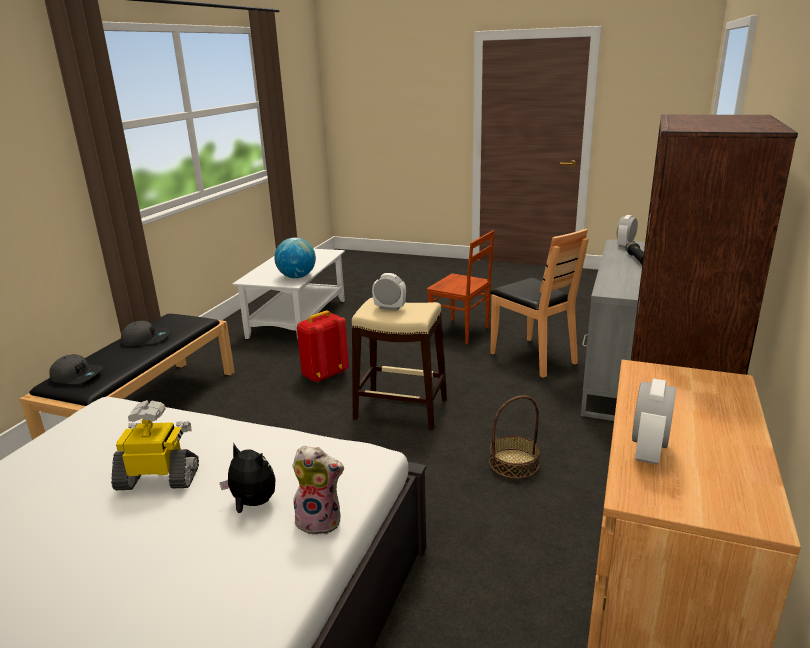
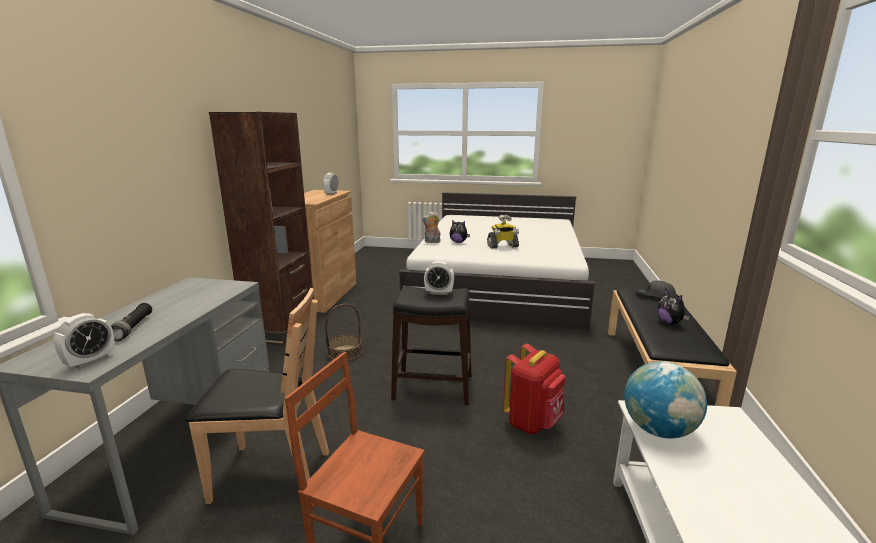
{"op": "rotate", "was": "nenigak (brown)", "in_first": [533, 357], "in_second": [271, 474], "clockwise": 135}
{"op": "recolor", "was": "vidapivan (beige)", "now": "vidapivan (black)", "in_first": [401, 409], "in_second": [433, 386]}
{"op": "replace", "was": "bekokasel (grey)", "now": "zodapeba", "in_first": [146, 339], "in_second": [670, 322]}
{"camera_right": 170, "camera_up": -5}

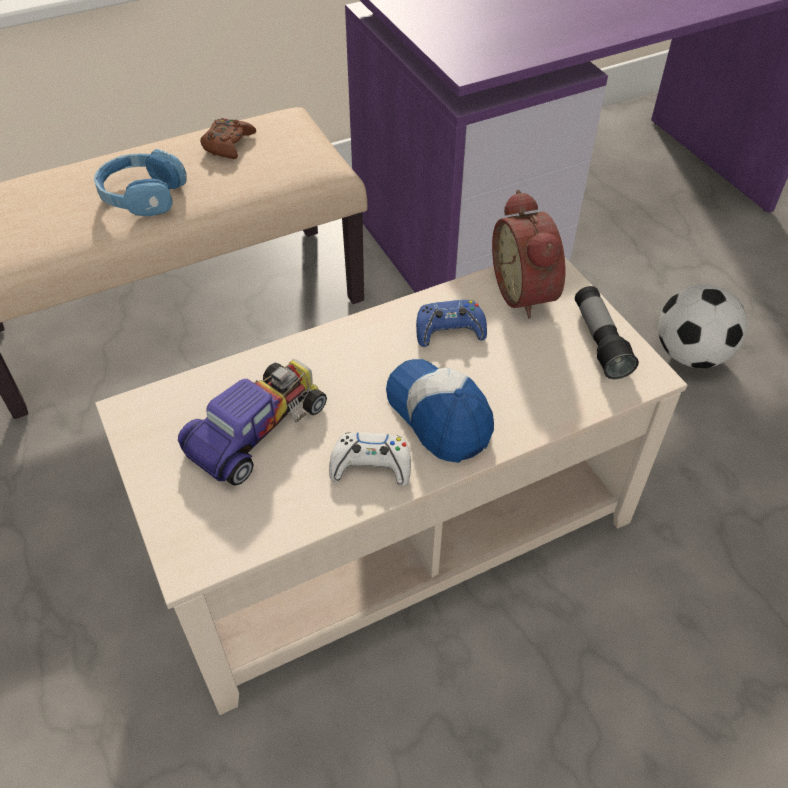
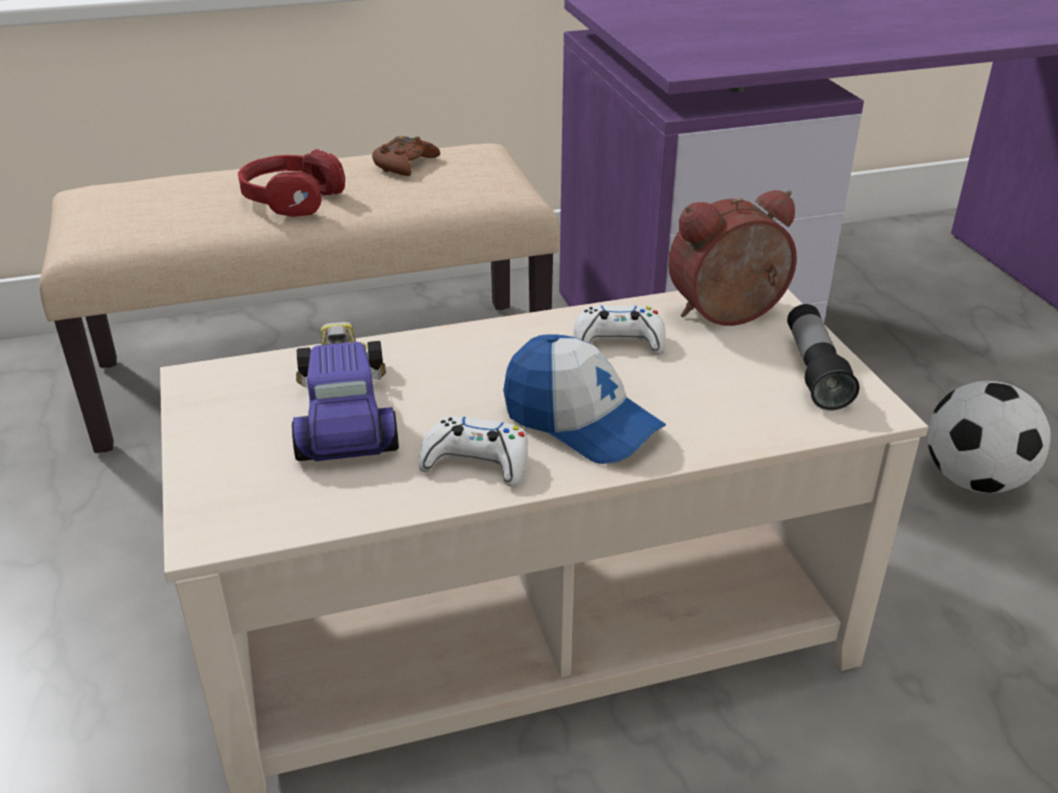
{"op": "recolor", "was": "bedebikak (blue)", "now": "bedebikak (red)", "in_first": [142, 195], "in_second": [291, 199]}
{"op": "rotate", "was": "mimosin", "in_first": [257, 428], "in_second": [344, 411], "clockwise": -60}
{"op": "rotate", "was": "bekokasel", "in_first": [439, 415], "in_second": [581, 422], "clockwise": 150}
{"op": "recolor", "was": "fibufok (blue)", "now": "fibufok (white)", "in_first": [449, 330], "in_second": [618, 342]}
{"op": "rotate", "was": "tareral", "in_first": [527, 292], "in_second": [729, 316], "clockwise": 75}
{"camera_right": 10, "camera_up": -15}

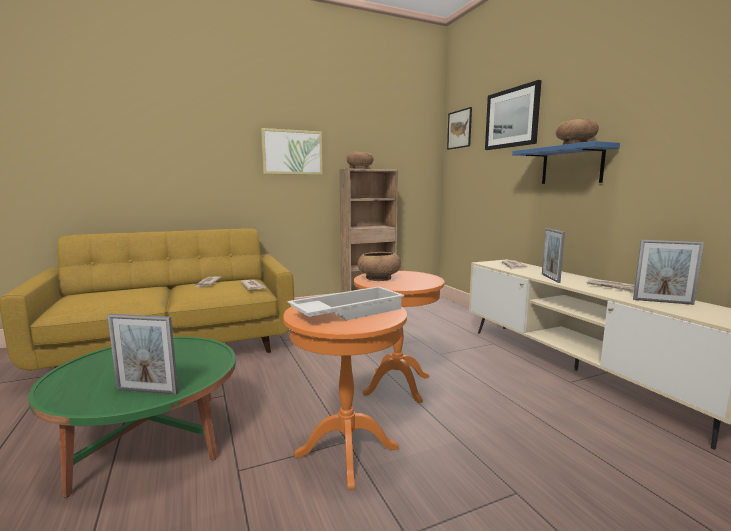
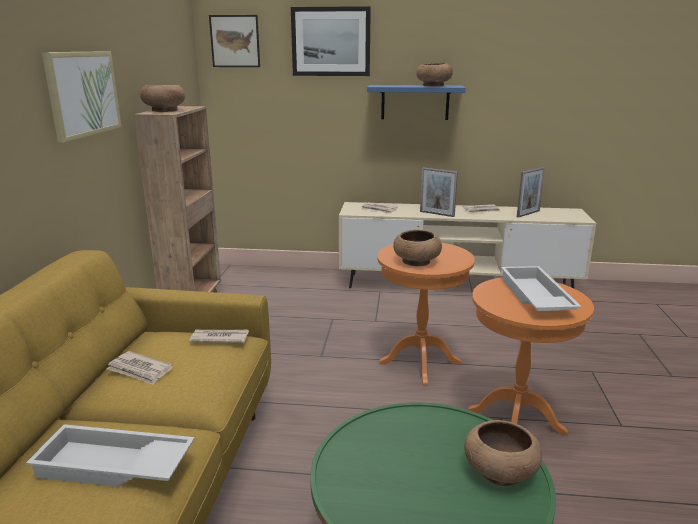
{"op": "insert", "now": "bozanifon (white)", "in_second": [113, 467]}
{"op": "replace", "was": "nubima", "now": "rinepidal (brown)", "in_first": [147, 391], "in_second": [499, 471]}
{"camera_right": -60, "camera_up": 10}

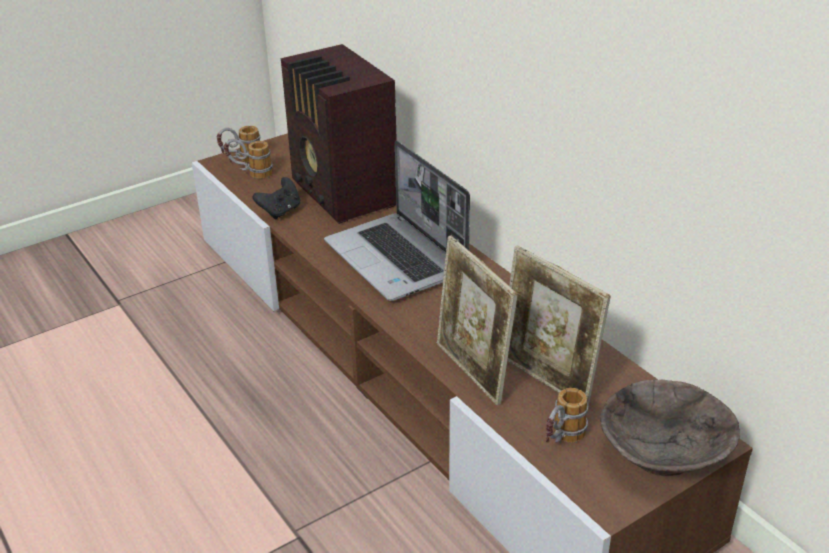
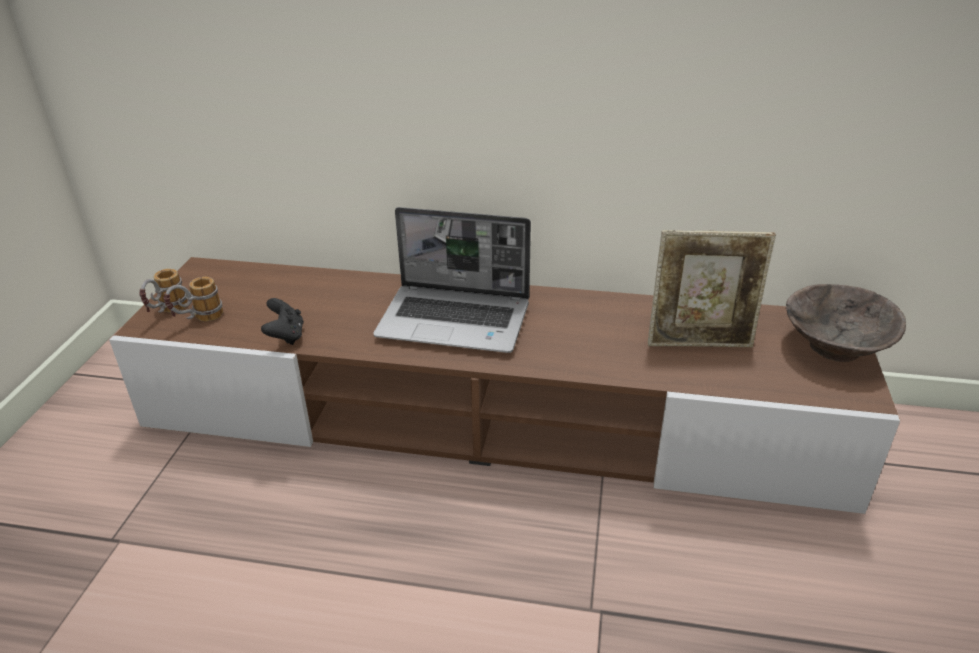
{"op": "delete", "was": "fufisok", "in_first": [343, 194]}
{"op": "delete", "was": "nubima", "in_first": [472, 372]}
{"op": "delete", "was": "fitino", "in_first": [561, 440]}
{"camera_right": -45, "camera_up": 0}

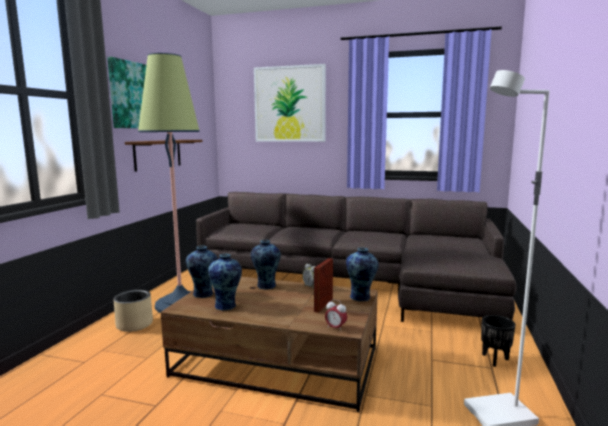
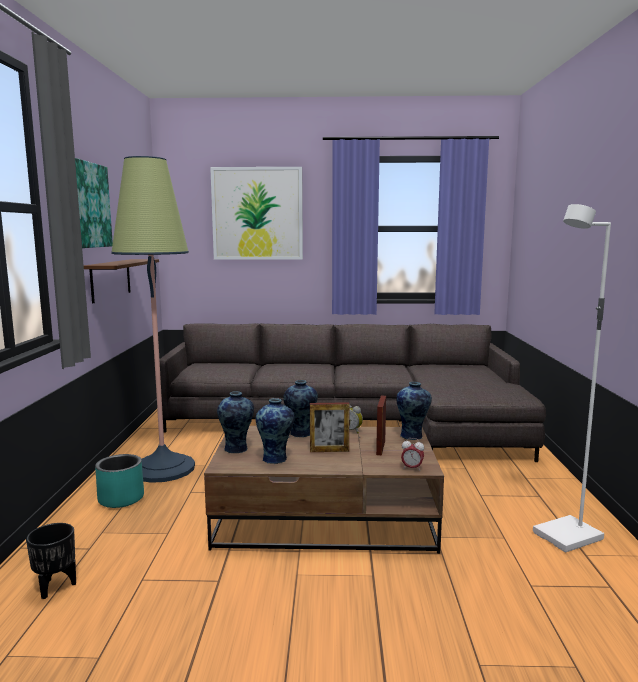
{"op": "move", "was": "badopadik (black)", "in_first": [495, 360], "in_second": [56, 587]}
{"op": "recolor", "was": "badopadik (beige)", "now": "badopadik (turquoise)", "in_first": [134, 324], "in_second": [121, 498]}
{"op": "insert", "now": "nubima", "in_second": [329, 450]}
{"camera_right": -15, "camera_up": 0}

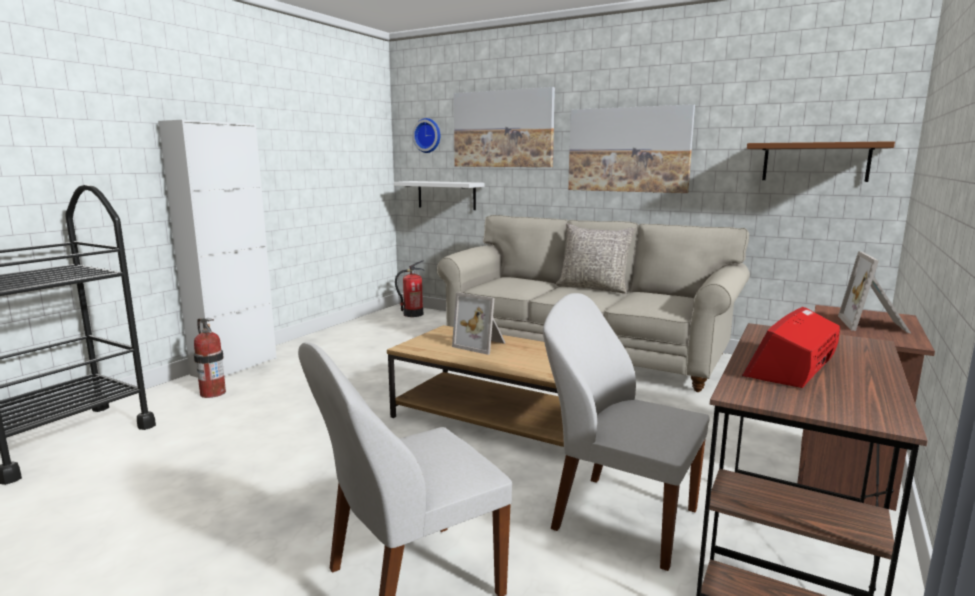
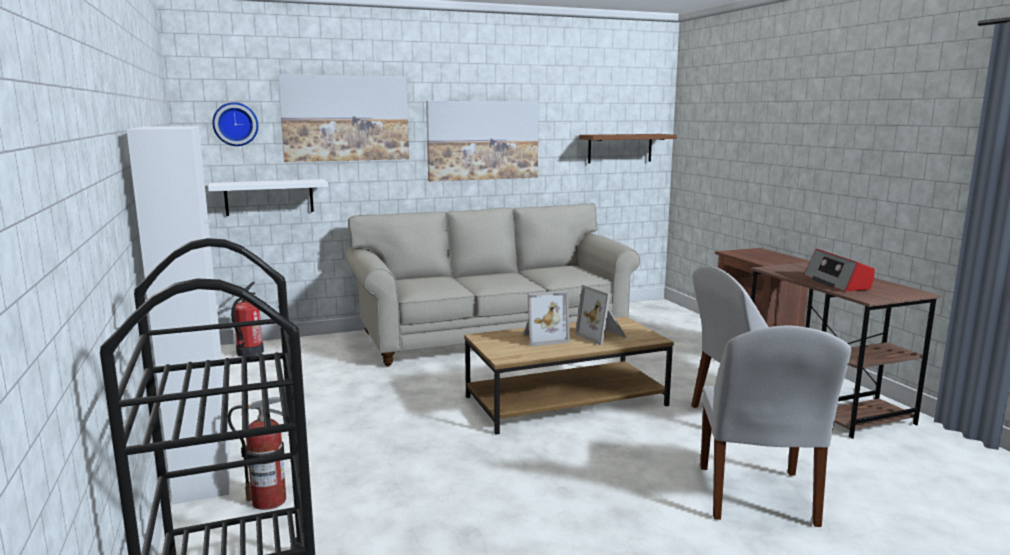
{"op": "move", "was": "nubima", "in_first": [874, 325], "in_second": [603, 336]}
{"op": "delete", "was": "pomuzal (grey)", "in_first": [593, 288]}
{"camera_right": -50, "camera_up": 0}

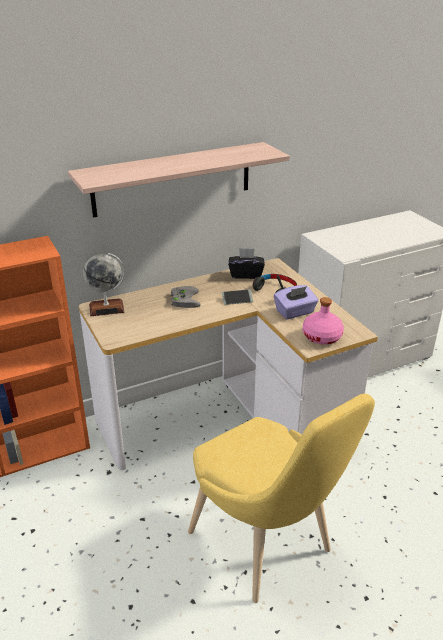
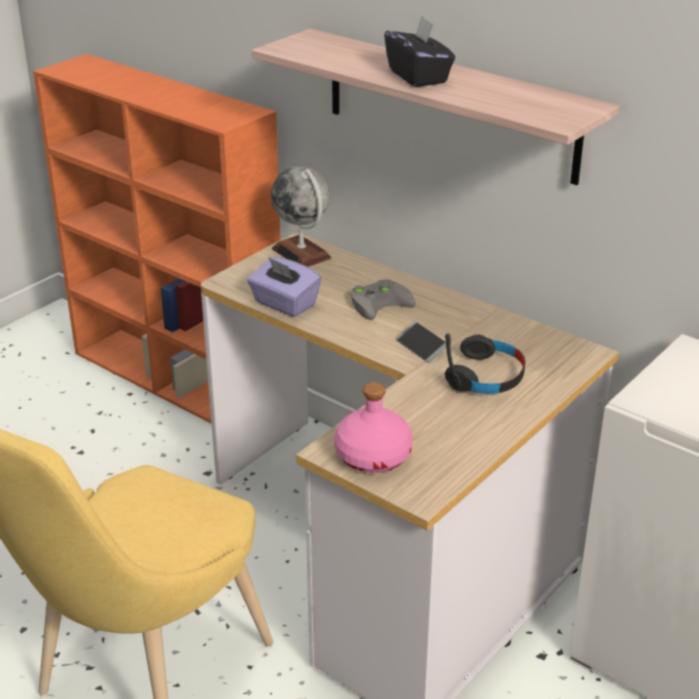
{"op": "move", "was": "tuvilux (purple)", "in_first": [295, 312], "in_second": [284, 304]}
{"op": "move", "was": "tuvilux (black)", "in_first": [246, 274], "in_second": [418, 76]}
{"camera_right": 65, "camera_up": 0}

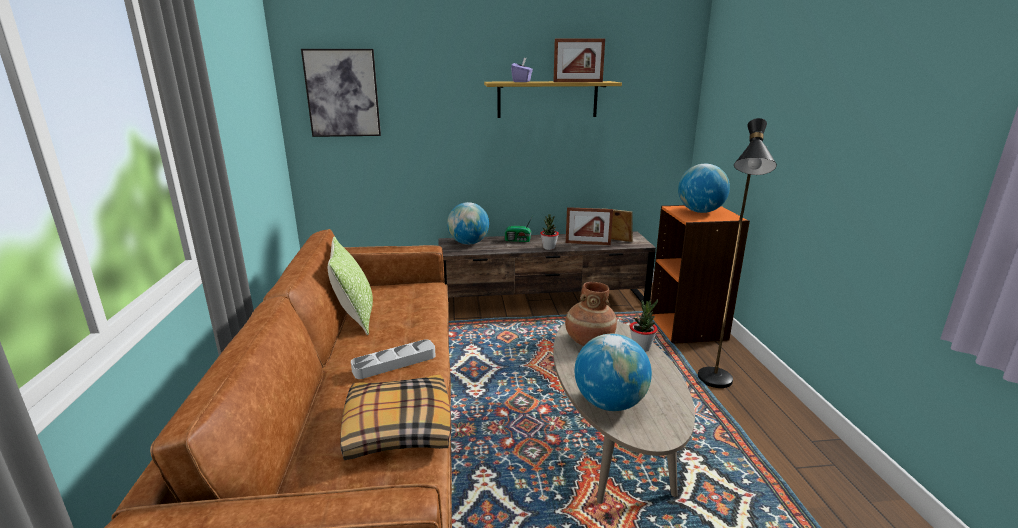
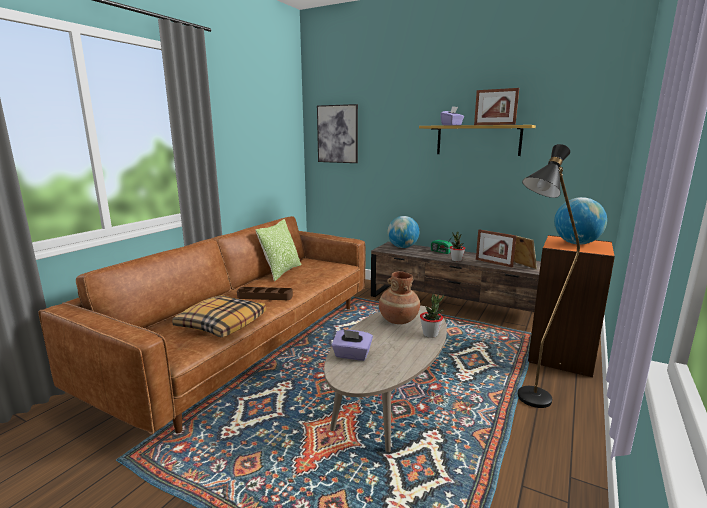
{"op": "recolor", "was": "bozanifon (grey)", "now": "bozanifon (brown)", "in_first": [394, 363], "in_second": [265, 296]}
{"op": "replace", "was": "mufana", "now": "tuvilux (purple)", "in_first": [609, 403], "in_second": [352, 355]}
{"camera_right": 35, "camera_up": -5}

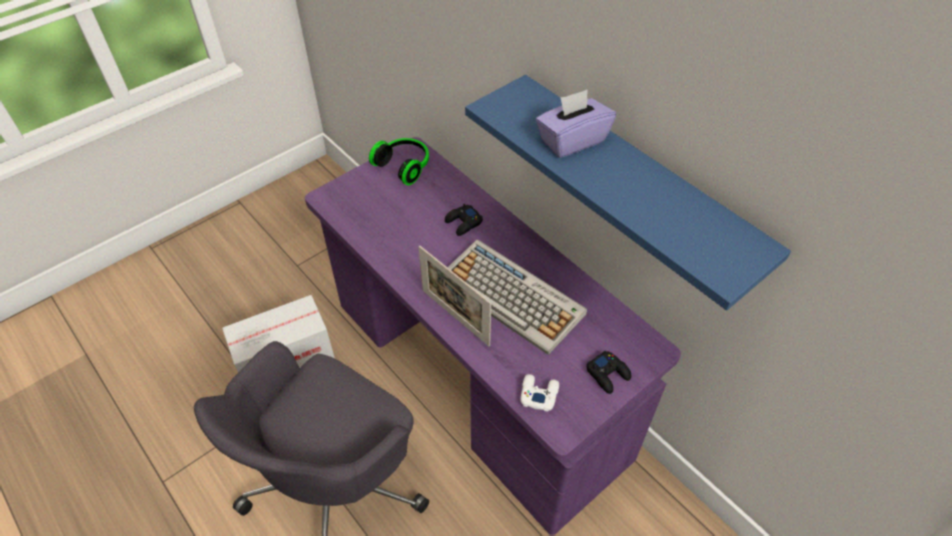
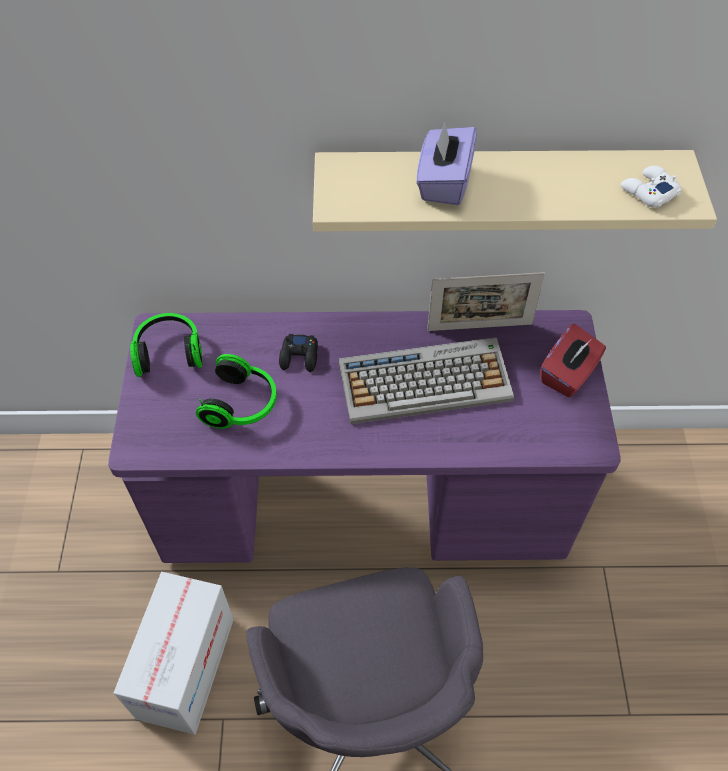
{"op": "insert", "now": "bedebikak", "in_second": [242, 404]}
{"op": "recolor", "was": "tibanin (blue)", "now": "tibanin (beige)", "in_first": [635, 183], "in_second": [498, 186]}
{"op": "move", "was": "nubima", "in_first": [455, 317], "in_second": [479, 327]}
{"op": "replace", "was": "fibufok (black)", "now": "tuvilux (red)", "in_first": [608, 374], "in_second": [568, 374]}
{"op": "move", "was": "fibufok (white)", "in_first": [538, 394], "in_second": [648, 191]}
{"camera_right": -50, "camera_up": 5}

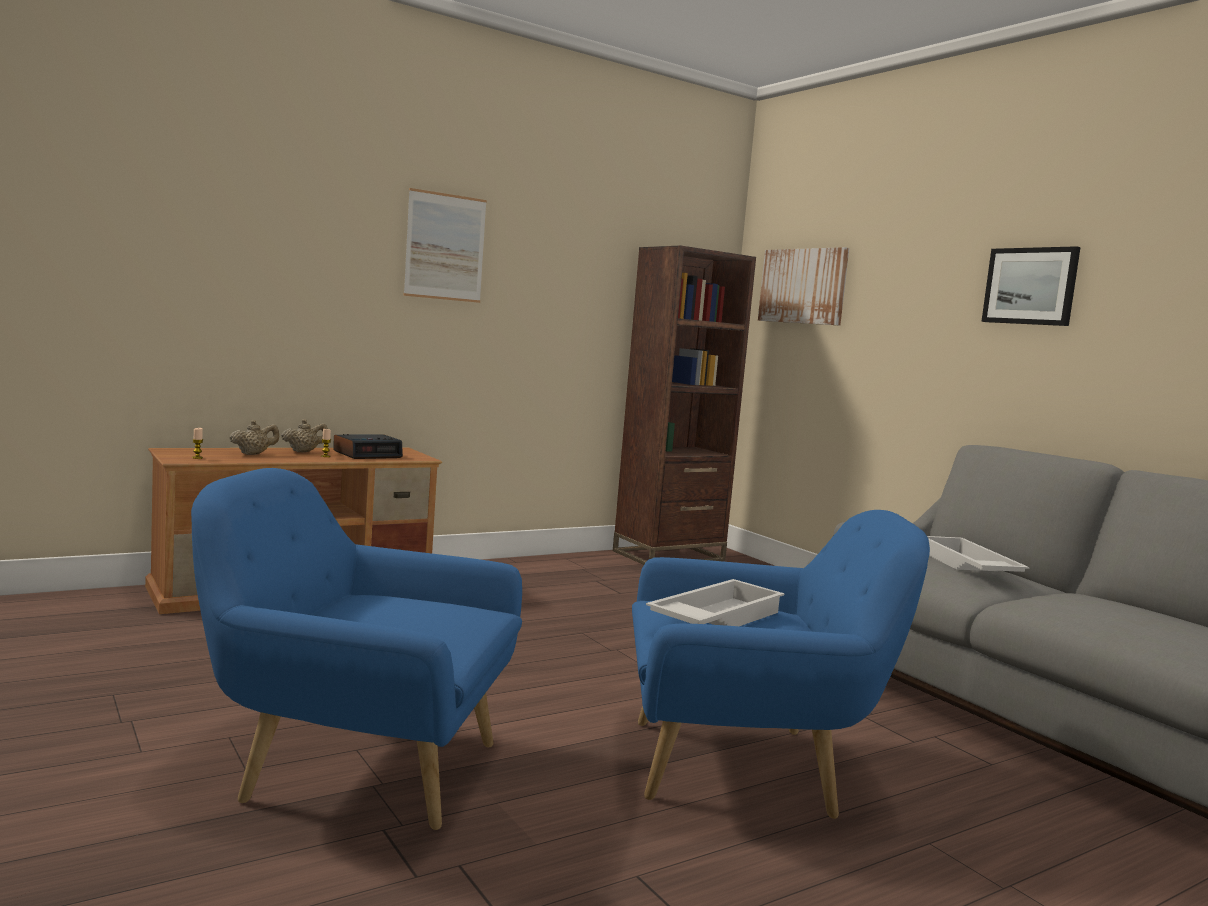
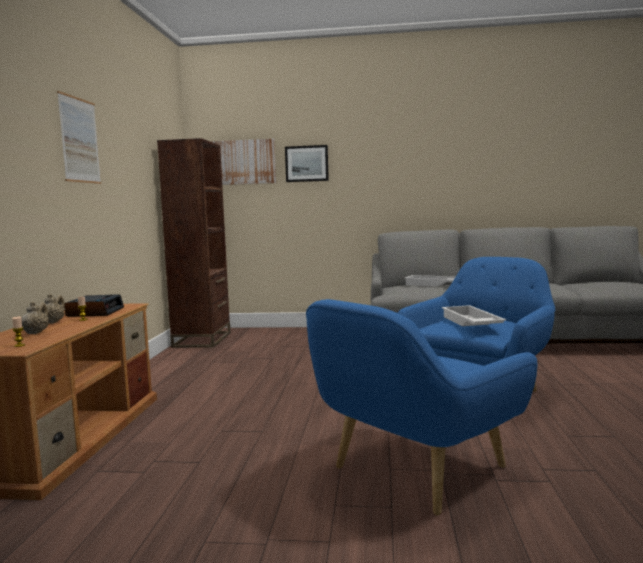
{"op": "move", "was": "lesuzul", "in_first": [1030, 286], "in_second": [306, 163]}
{"camera_right": -50, "camera_up": 0}

